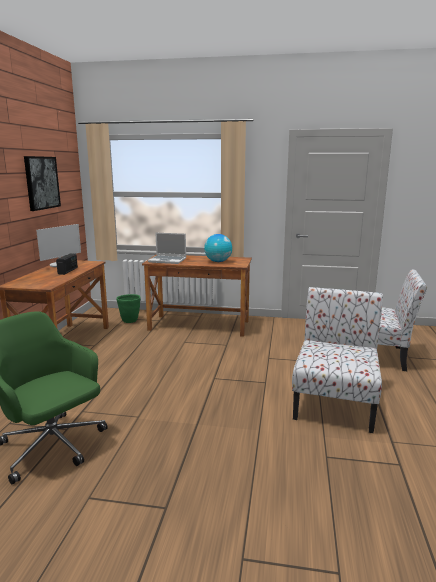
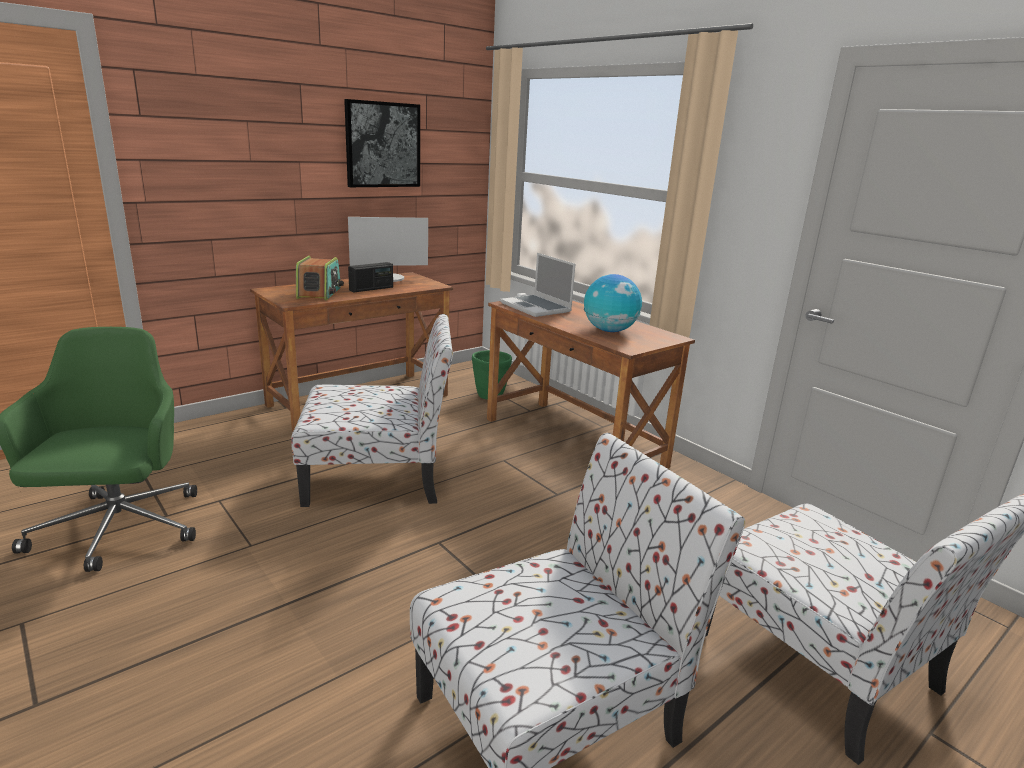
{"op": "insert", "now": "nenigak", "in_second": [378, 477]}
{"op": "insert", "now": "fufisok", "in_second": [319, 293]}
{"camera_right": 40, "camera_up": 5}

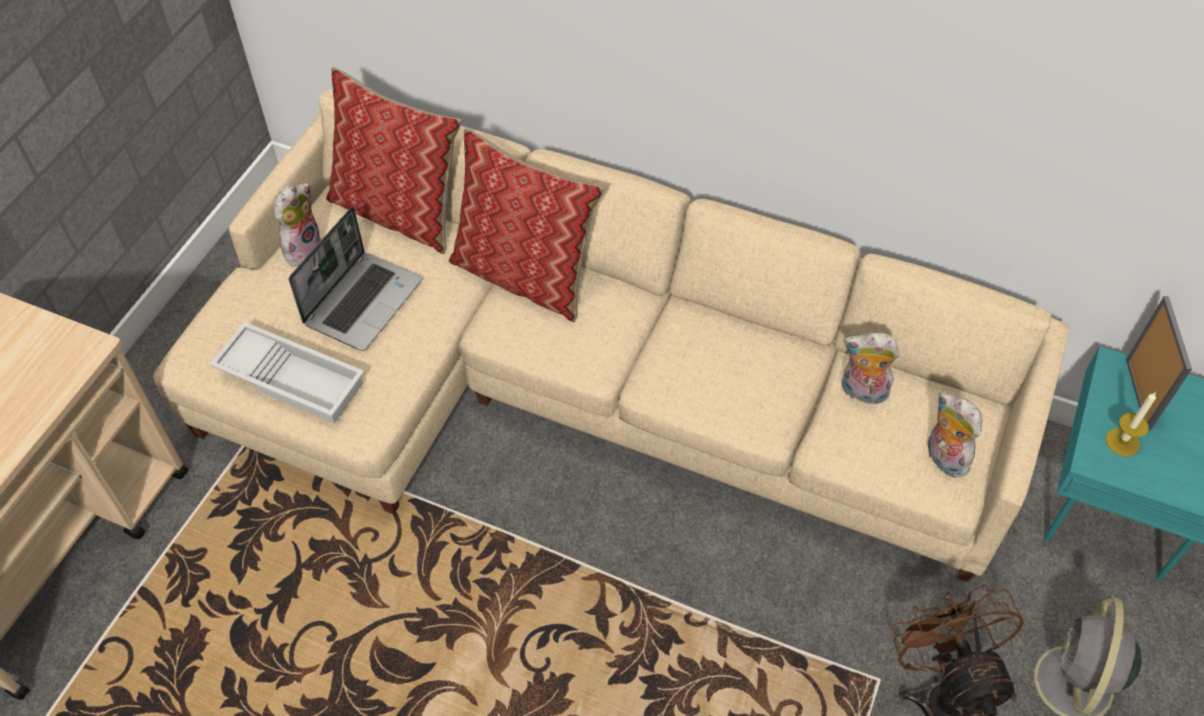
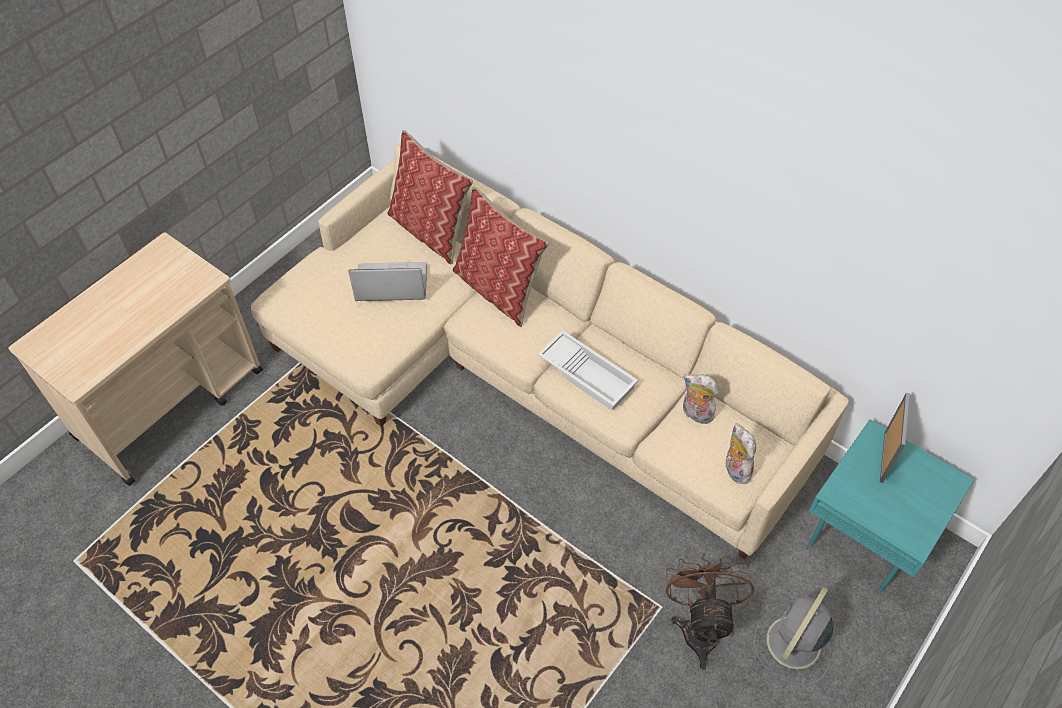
{"op": "rotate", "was": "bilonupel", "in_first": [363, 301], "in_second": [390, 284], "clockwise": -135}
{"op": "move", "was": "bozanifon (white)", "in_first": [293, 377], "in_second": [588, 374]}
{"op": "delete", "was": "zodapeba", "in_first": [302, 248]}
{"op": "delete", "was": "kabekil", "in_first": [1122, 442]}
{"camera_right": 15, "camera_up": 0}

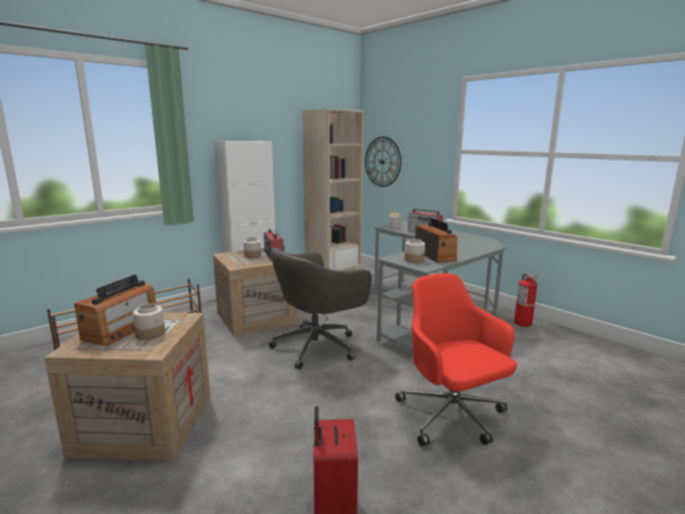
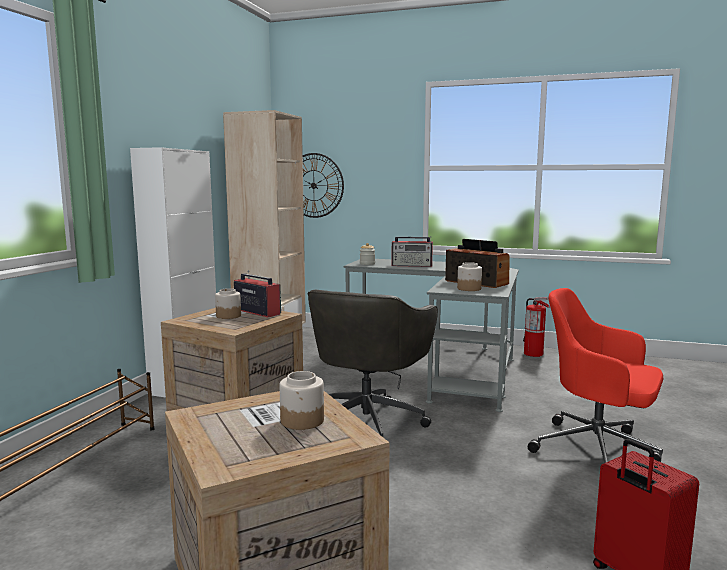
{"op": "delete", "was": "fufisok", "in_first": [122, 329]}
{"camera_right": -30, "camera_up": -5}

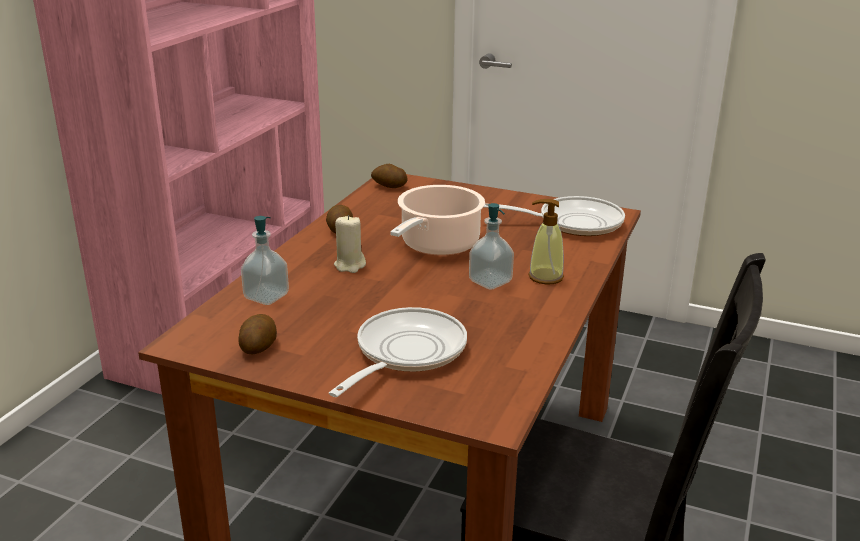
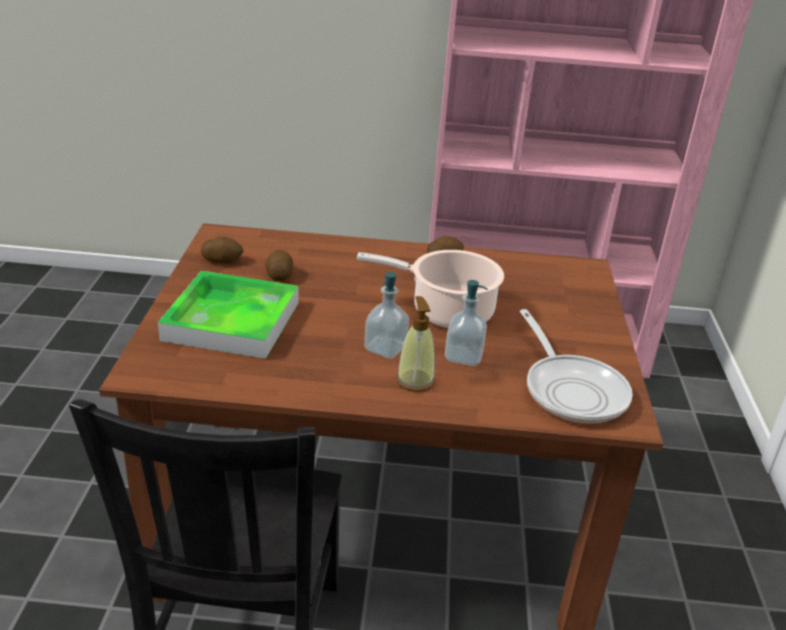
{"op": "replace", "was": "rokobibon", "now": "bozanifon", "in_first": [405, 353], "in_second": [232, 321]}
{"op": "move", "was": "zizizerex", "in_first": [389, 186], "in_second": [279, 275]}
{"op": "move", "was": "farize", "in_first": [266, 297], "in_second": [463, 356]}
{"op": "delete", "was": "kabekil (beige)", "in_first": [350, 265]}
{"camera_right": 70, "camera_up": 5}

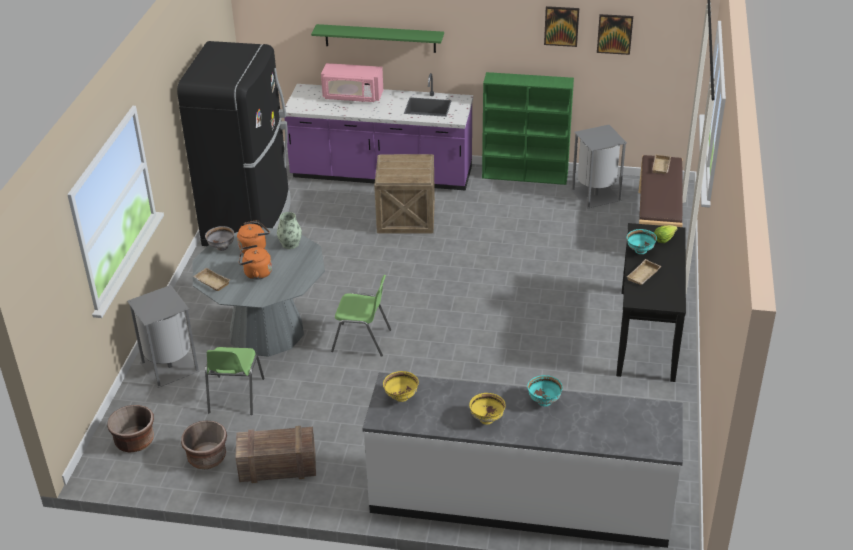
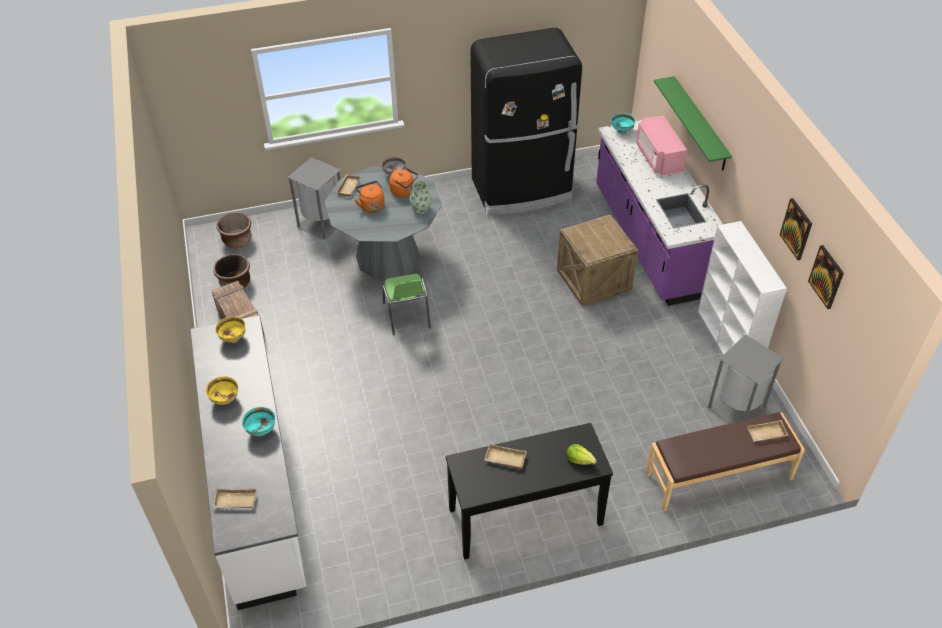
{"op": "insert", "now": "bozanifon (beige)", "in_second": [235, 501]}
{"op": "move", "was": "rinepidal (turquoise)", "in_first": [640, 251], "in_second": [622, 131]}
{"op": "recolor", "was": "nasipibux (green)", "now": "nasipibux (white)", "in_first": [526, 175], "in_second": [728, 341]}
{"op": "delete", "was": "nenigak (green)", "in_first": [235, 396]}
{"camera_right": 65, "camera_up": 10}

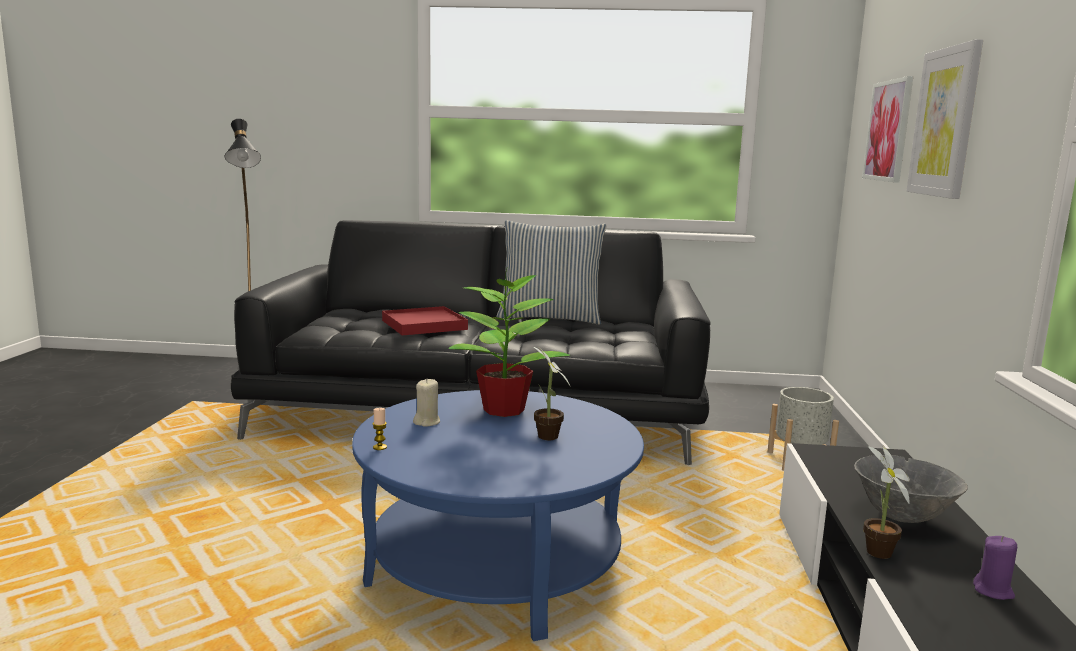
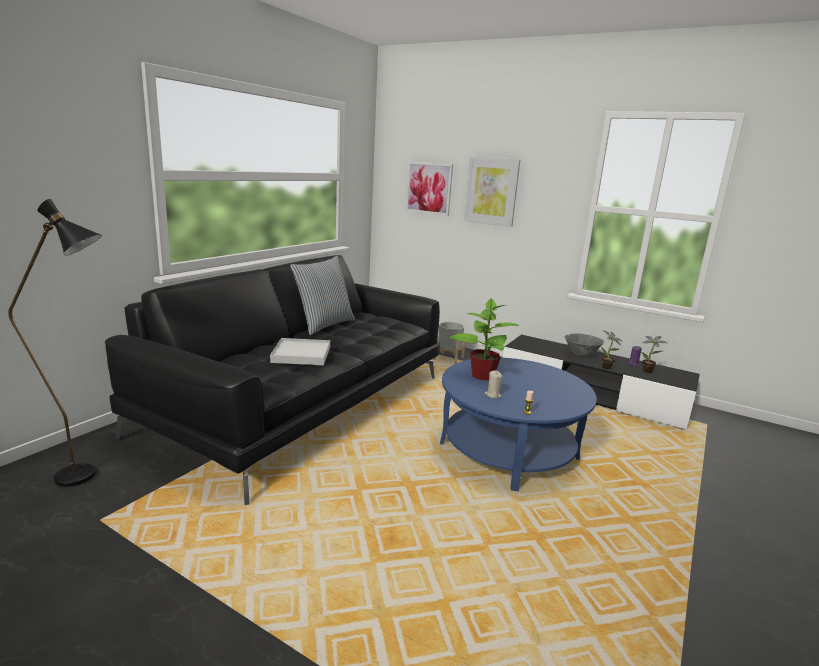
{"op": "recolor", "was": "bozanifon (red)", "now": "bozanifon (white)", "in_first": [424, 325], "in_second": [301, 354]}
{"op": "move", "was": "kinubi", "in_first": [547, 438], "in_second": [649, 371]}
{"camera_right": -65, "camera_up": 5}

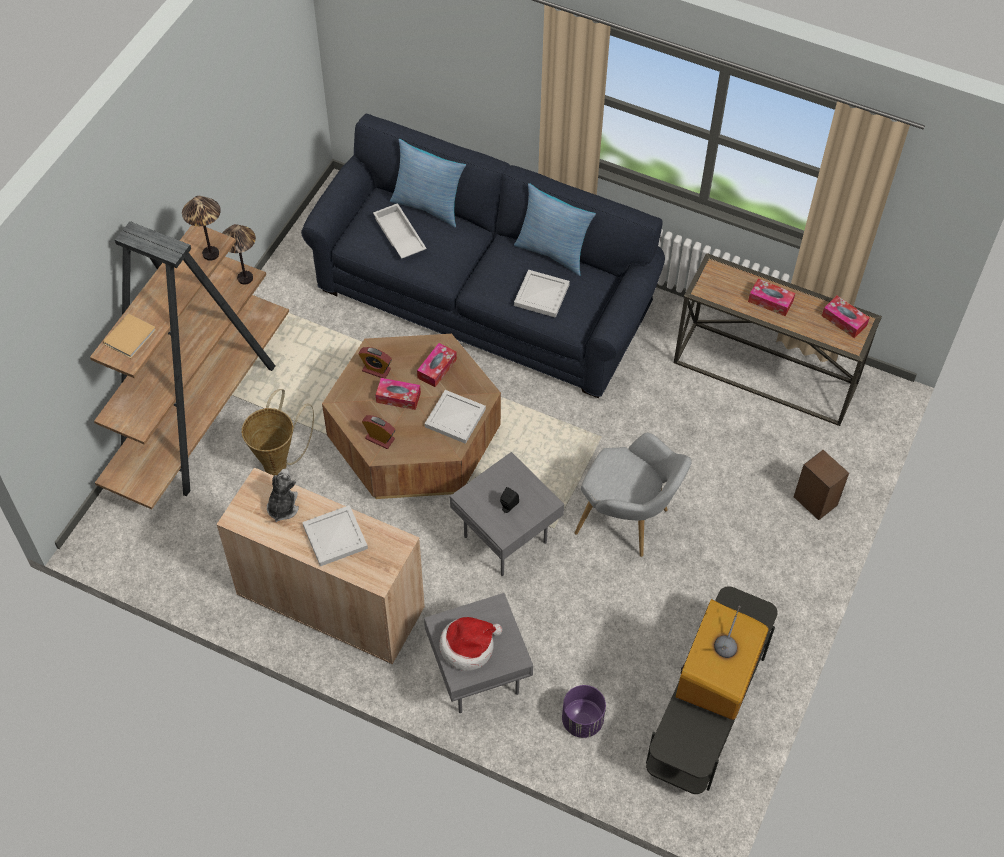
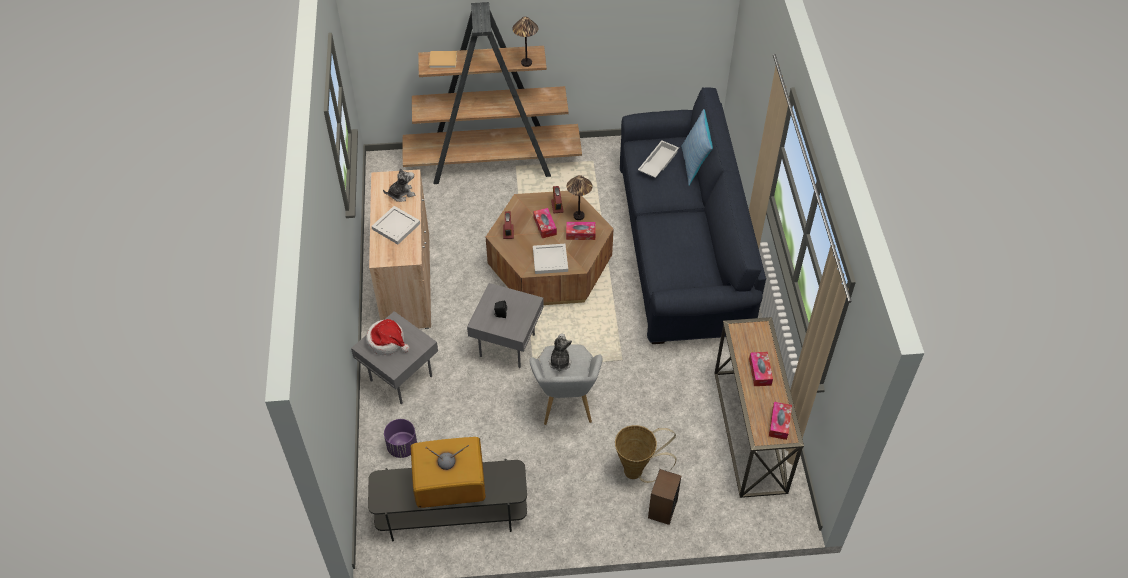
{"op": "insert", "now": "zodapeba", "in_second": [559, 361]}
{"op": "move", "was": "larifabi", "in_first": [245, 278], "in_second": [579, 216]}
{"op": "move", "was": "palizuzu", "in_first": [279, 462], "in_second": [638, 472]}
{"op": "delete", "was": "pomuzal", "in_first": [553, 251]}
{"op": "delete", "was": "bozanifon (white)", "in_first": [542, 296]}
{"camera_right": 60, "camera_up": -5}

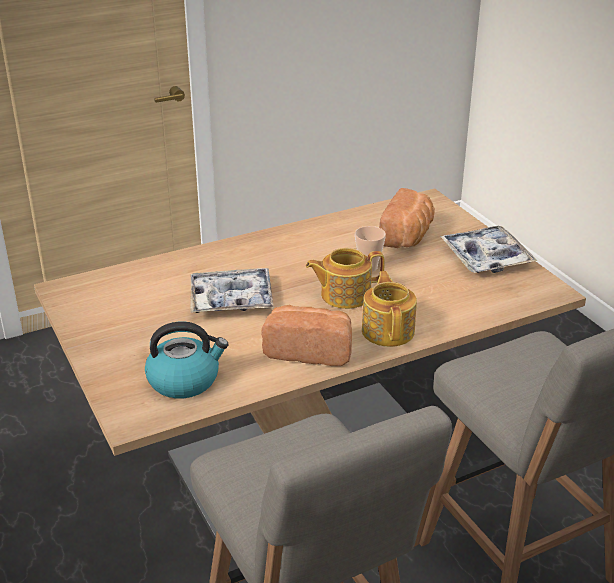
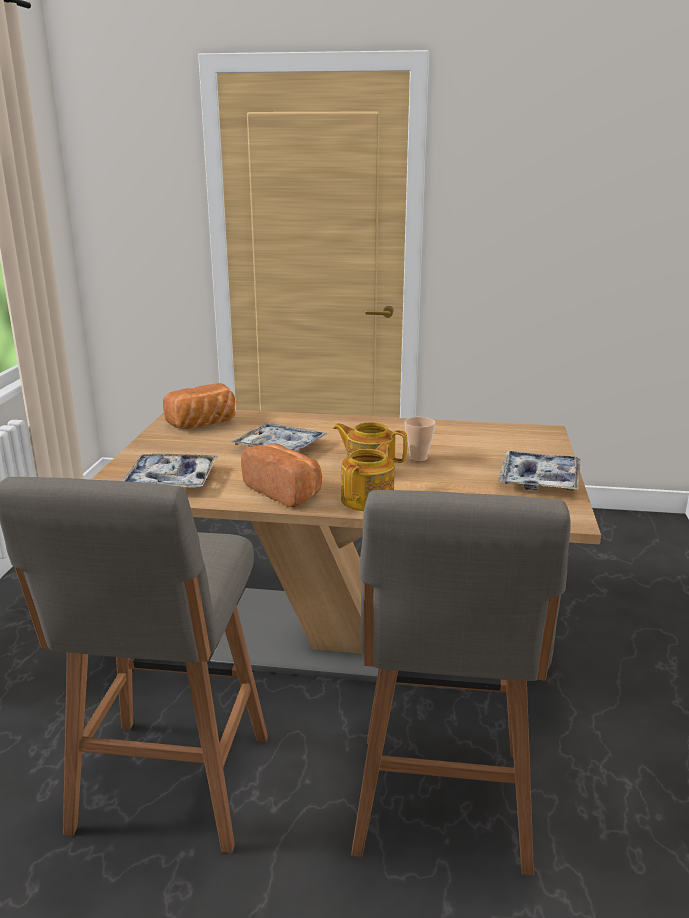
{"op": "replace", "was": "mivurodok", "now": "bozanifon", "in_first": [185, 380], "in_second": [171, 480]}
{"op": "move", "was": "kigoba", "in_first": [408, 236], "in_second": [204, 424]}
{"camera_right": 35, "camera_up": -10}

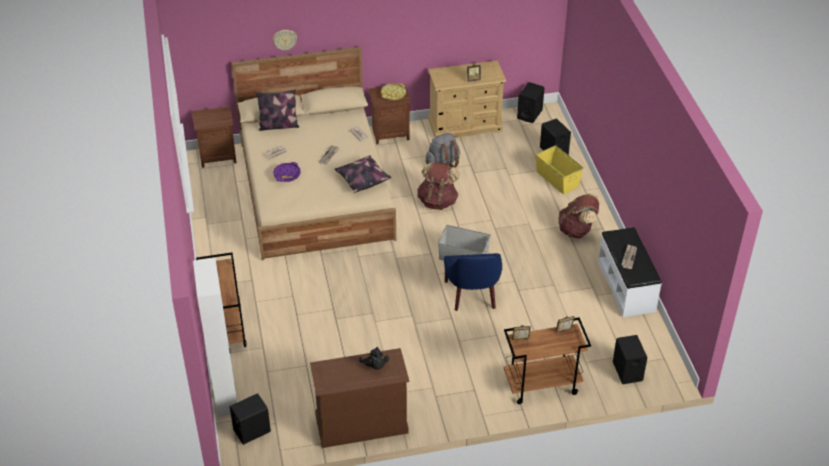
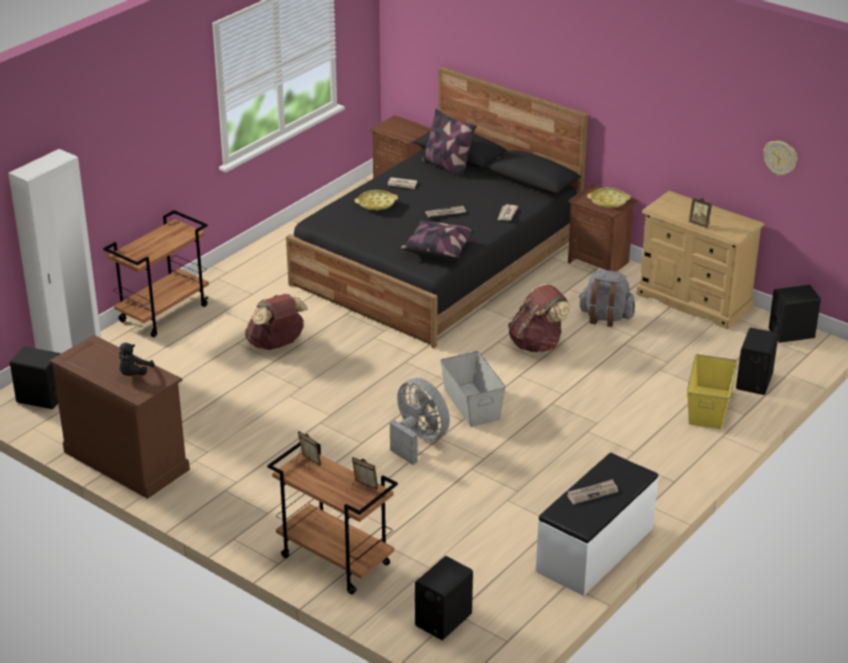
{"op": "move", "was": "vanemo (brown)", "in_first": [577, 230], "in_second": [276, 344]}
{"op": "recolor", "was": "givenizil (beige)", "now": "givenizil (black)", "in_first": [316, 190], "in_second": [438, 263]}
{"op": "recolor", "was": "bozanifon (purple)", "now": "bozanifon (yellow)", "in_first": [287, 174], "in_second": [376, 203]}
{"op": "replace", "was": "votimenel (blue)", "now": "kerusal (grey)", "in_first": [473, 295], "in_second": [418, 440]}
{"op": "move", "was": "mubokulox", "in_first": [284, 39], "in_second": [780, 157]}
{"camera_right": 50, "camera_up": -10}

